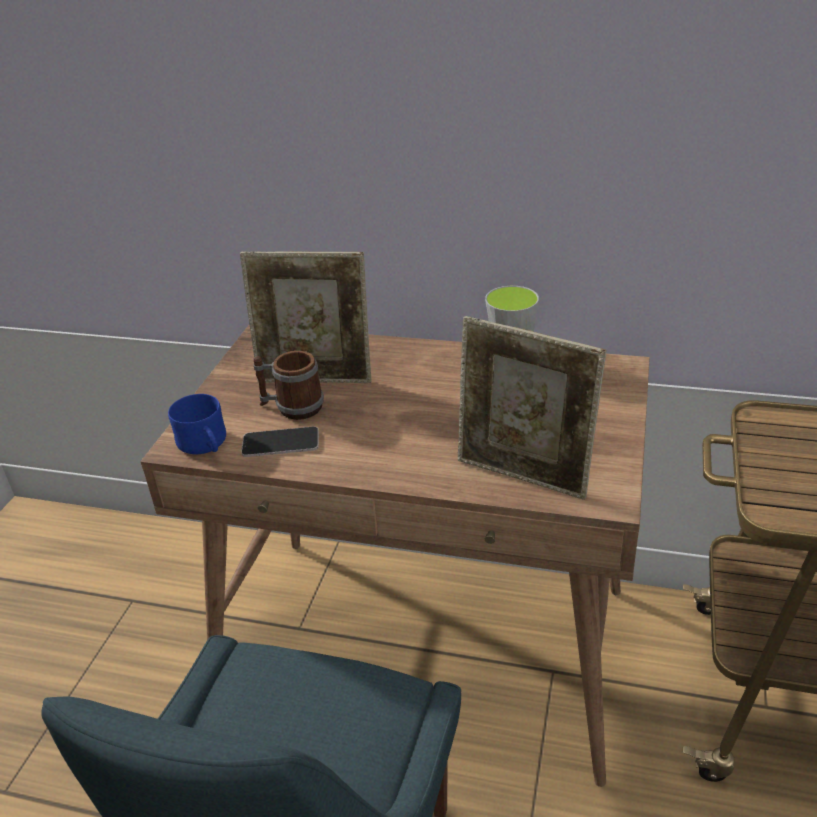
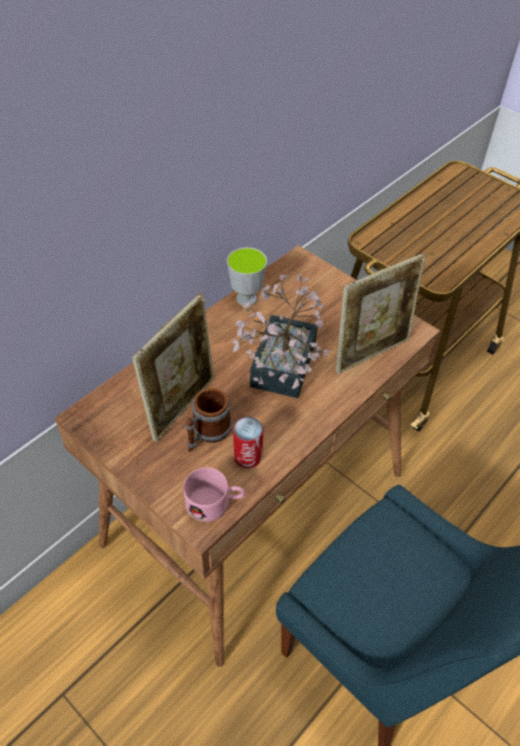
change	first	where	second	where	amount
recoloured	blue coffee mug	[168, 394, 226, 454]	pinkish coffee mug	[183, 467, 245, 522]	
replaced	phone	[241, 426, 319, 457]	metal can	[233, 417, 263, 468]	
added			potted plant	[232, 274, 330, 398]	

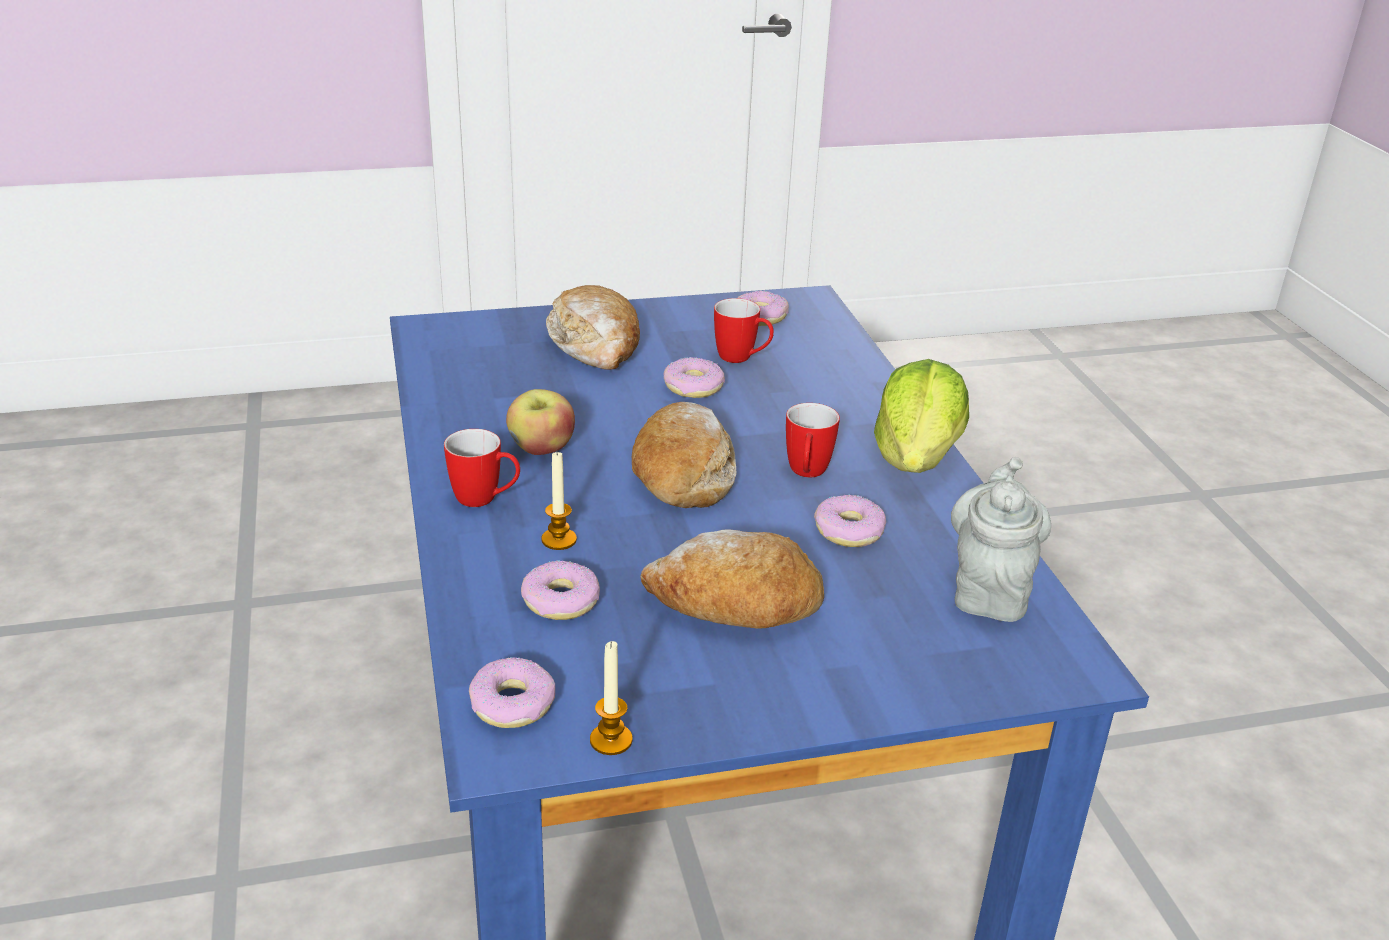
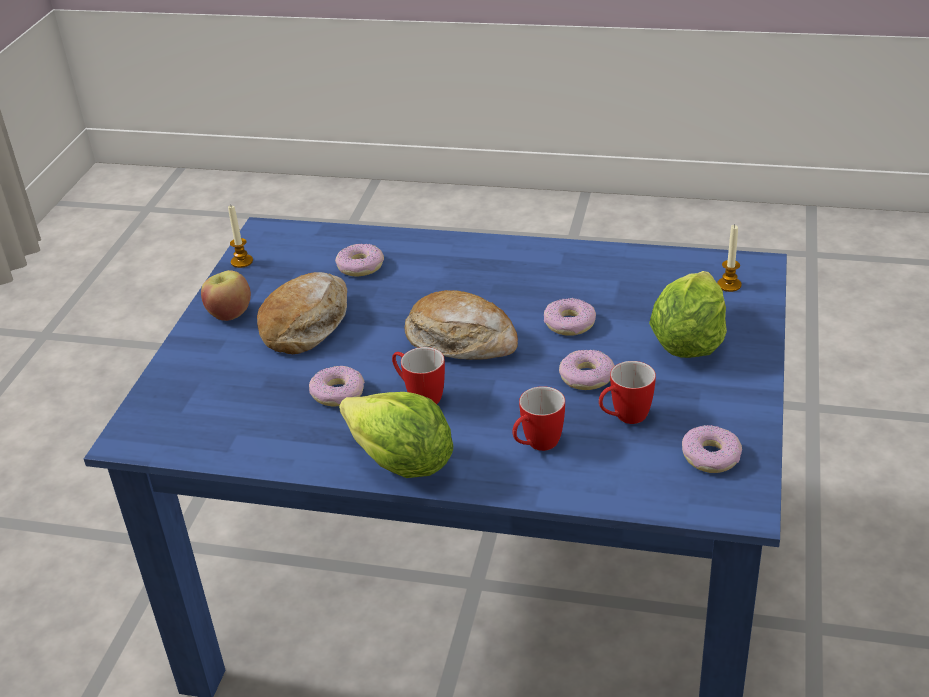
change	first	where	second	where	amount
moved	coffee mug	[444, 429, 520, 507]		[512, 386, 565, 451]	
moved	donut	[469, 657, 555, 728]		[544, 298, 596, 336]	
moved	apple	[506, 389, 575, 455]		[201, 270, 251, 321]	
moved	wax candle	[541, 452, 577, 550]		[717, 225, 742, 292]	
replaced	baked bread	[546, 285, 640, 370]	lettuce head	[649, 271, 727, 358]	
removed	grey teapot	[951, 457, 1051, 622]			

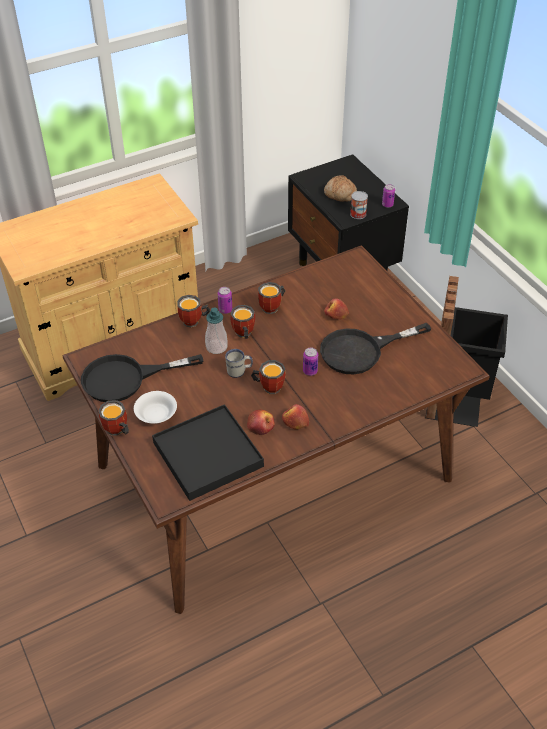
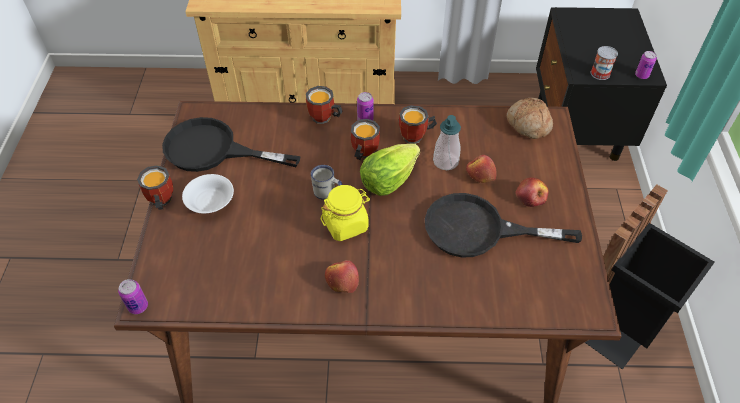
change	first	where	second	where	amount
removed	black carrying tray	[152, 404, 264, 501]			
moved	soap bottle	[205, 308, 228, 354]		[433, 115, 461, 170]	
moved	apple	[247, 410, 275, 435]		[515, 177, 549, 207]	
replaced	coffee mug	[251, 360, 286, 394]	yellow storage jar	[321, 185, 370, 241]	
moved	metal can	[303, 348, 318, 376]		[118, 279, 148, 314]	
moved	baked bread	[324, 175, 357, 202]		[507, 98, 553, 139]	
added			lettuce head	[360, 144, 420, 196]	

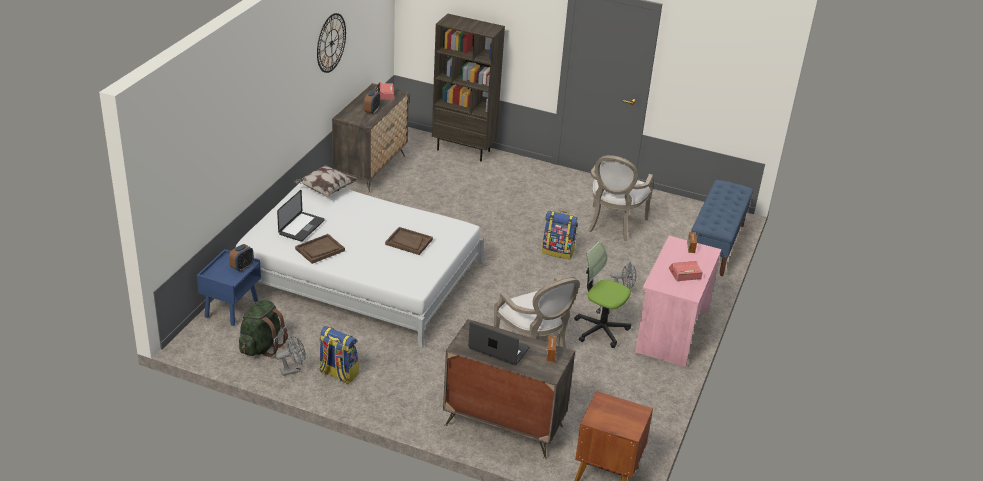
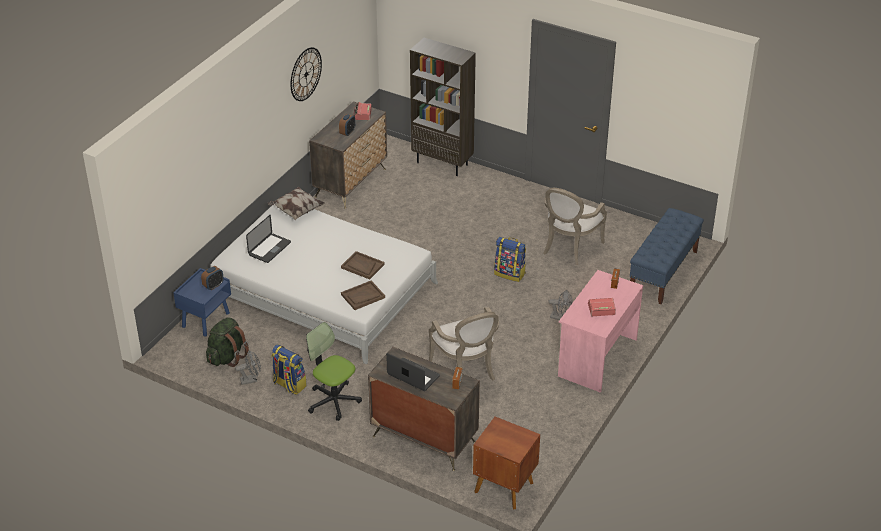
change	first	where	second	where	amount
moved	brown carrying tray	[295, 234, 345, 264]		[341, 280, 385, 310]	
moved	desk chair	[574, 242, 631, 348]		[306, 322, 362, 421]	

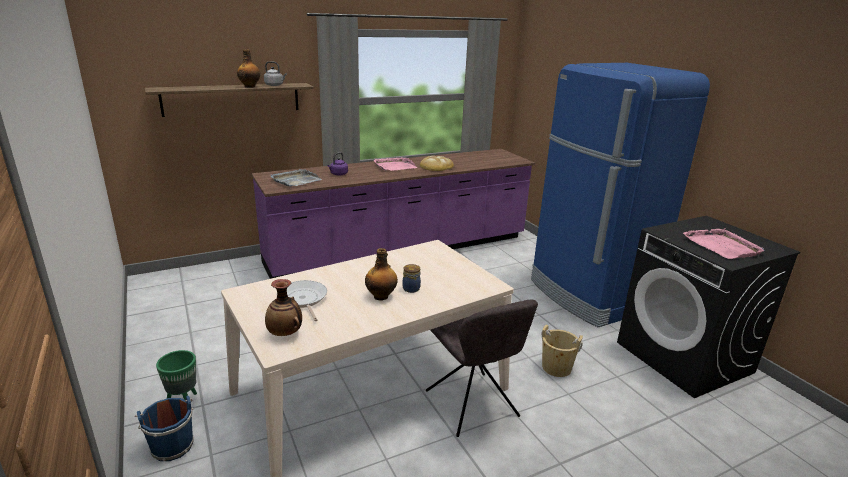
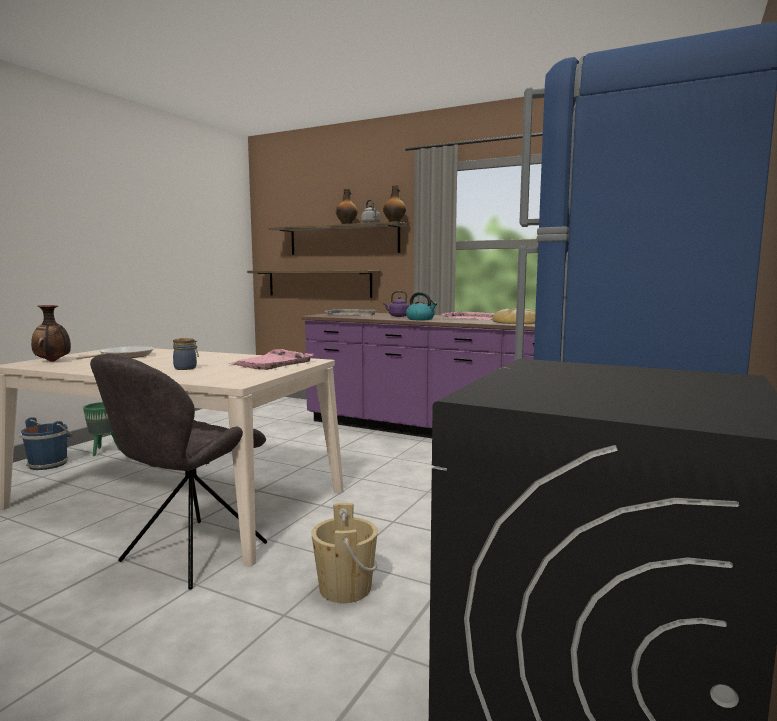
change	first	where	second	where	amount
moved	drink bottle	[365, 248, 398, 300]		[383, 185, 406, 222]	
moved	pinkish carrying tray	[683, 228, 765, 259]		[228, 349, 314, 370]	
added			shelf	[247, 271, 381, 298]	
added			tea kettle	[406, 292, 437, 320]	

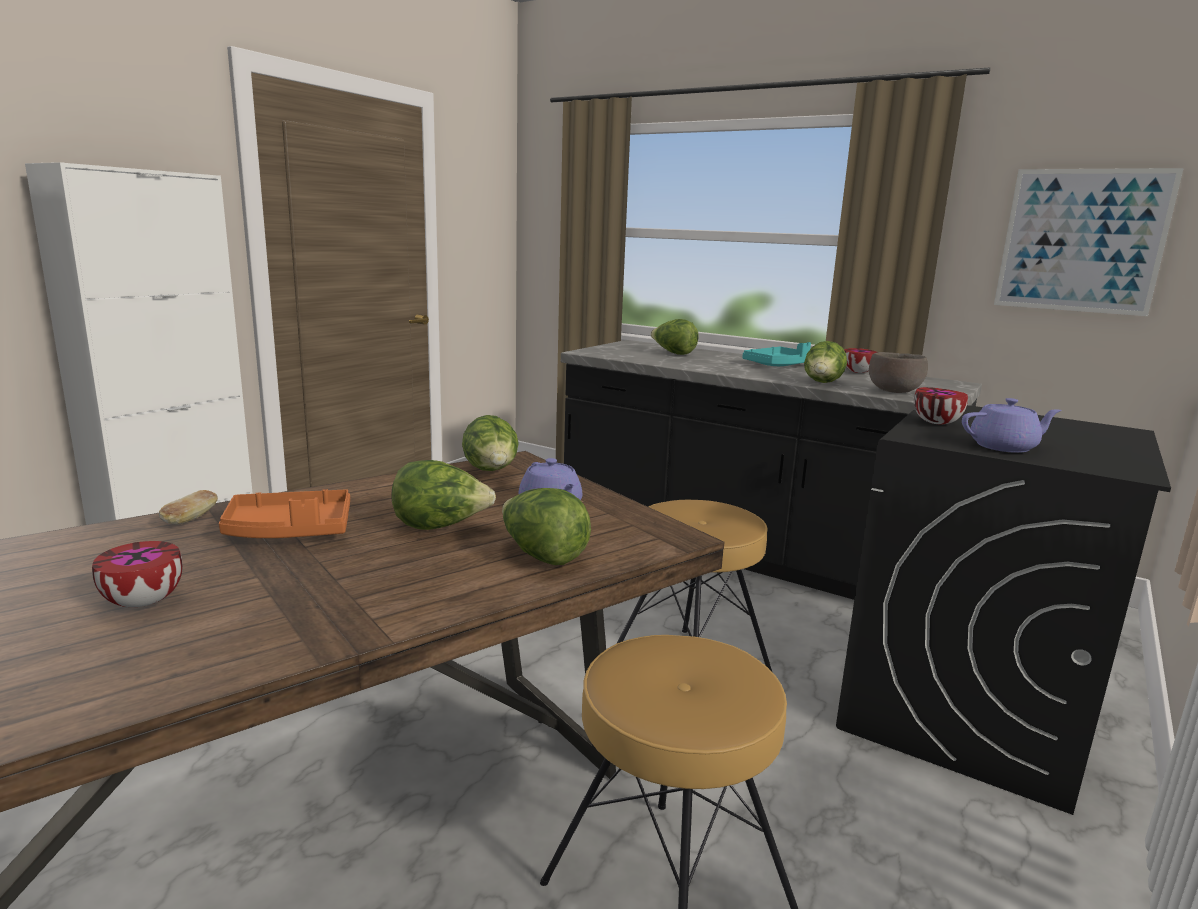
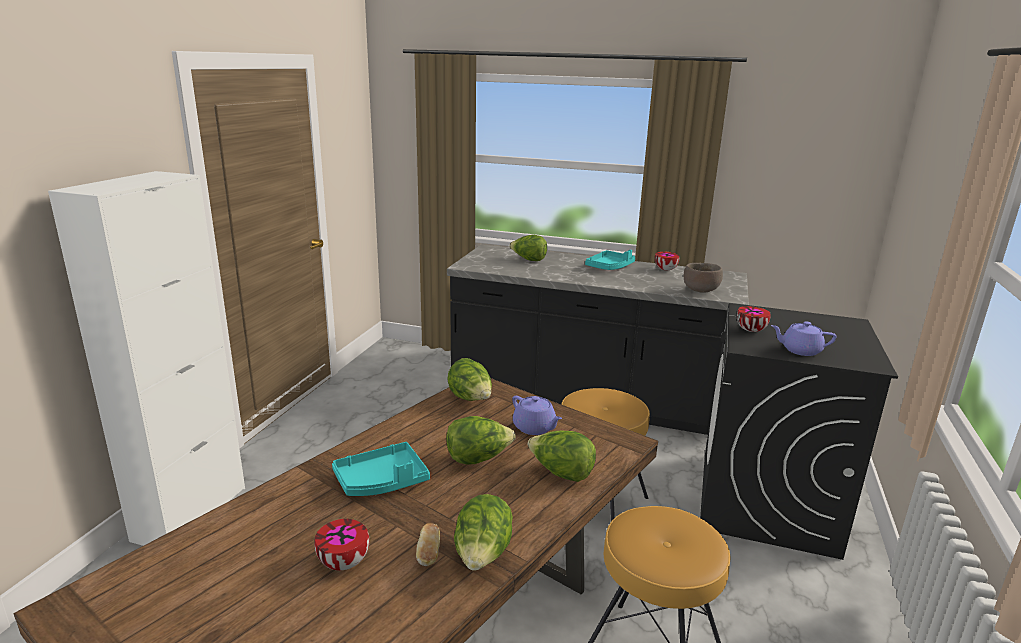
change	first	where	second	where	amount
moved	baked bread	[159, 490, 218, 525]		[416, 523, 440, 566]	
recoloured	orange-coloured carrying tray	[219, 489, 350, 538]	blue-green carrying tray	[332, 442, 430, 496]	
moved	lettuce head	[804, 341, 847, 383]		[454, 494, 513, 571]	
turned	purple-coloured teapot	[962, 398, 1061, 453]		[771, 321, 837, 356]	150 degrees counterclockwise
removed	wall picture	[994, 168, 1184, 316]			

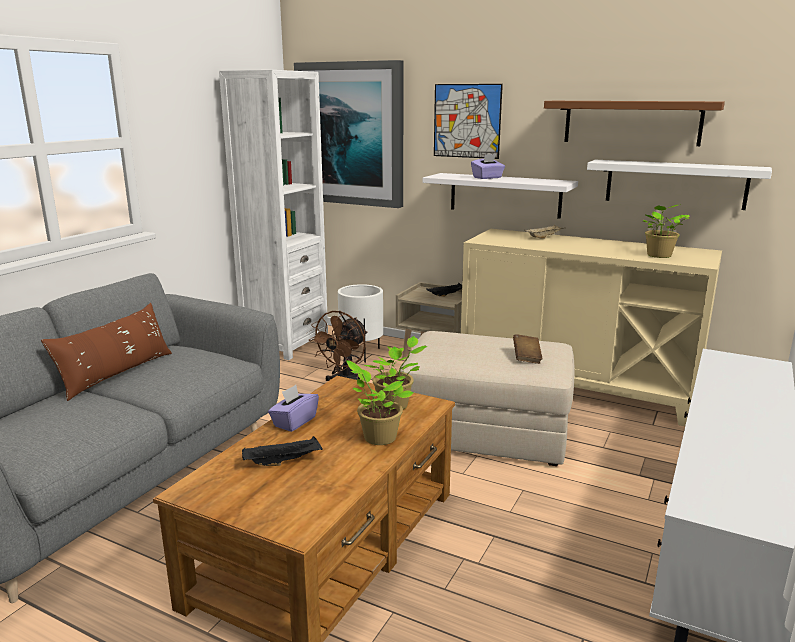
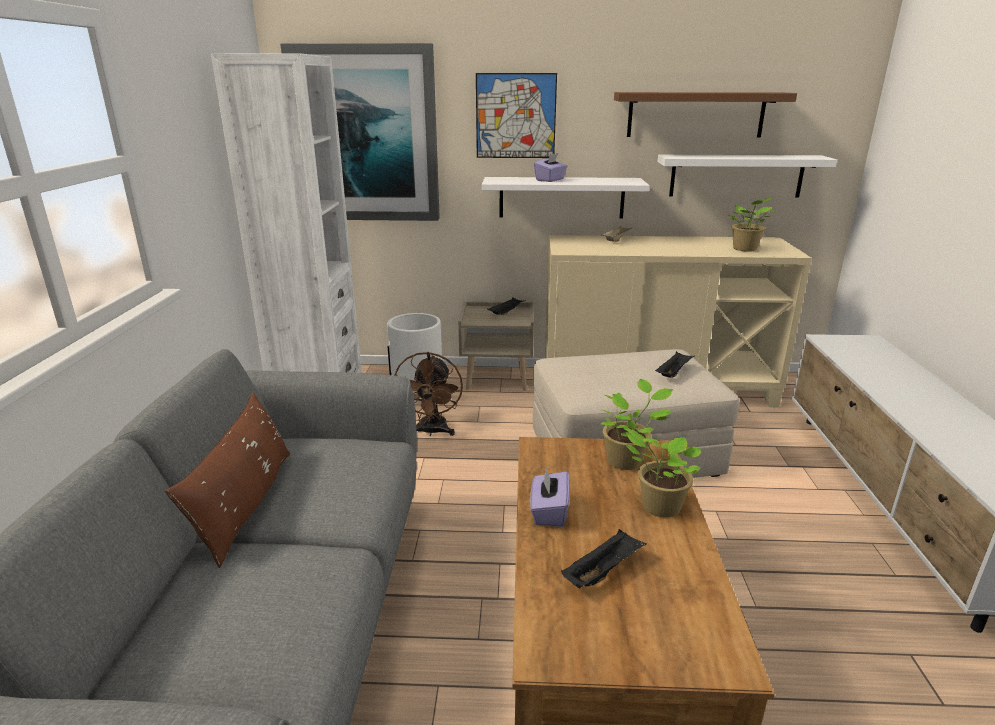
change	first	where	second	where	amount
replaced	brown bound book	[513, 334, 543, 364]	black carrying tray	[655, 351, 694, 378]	

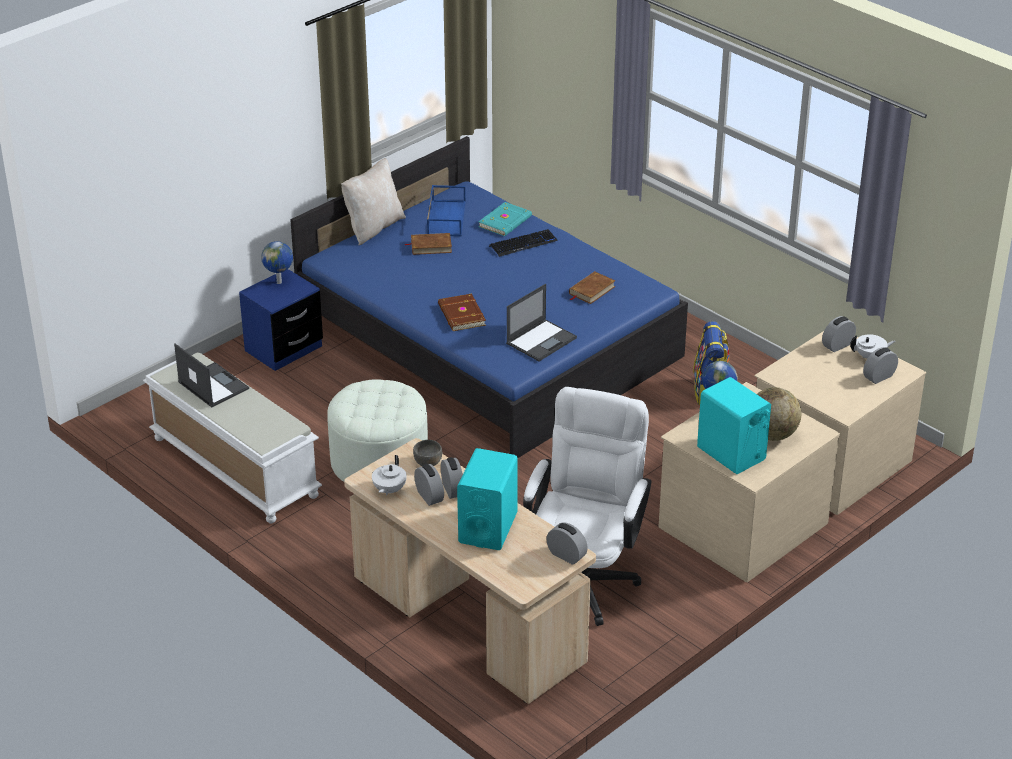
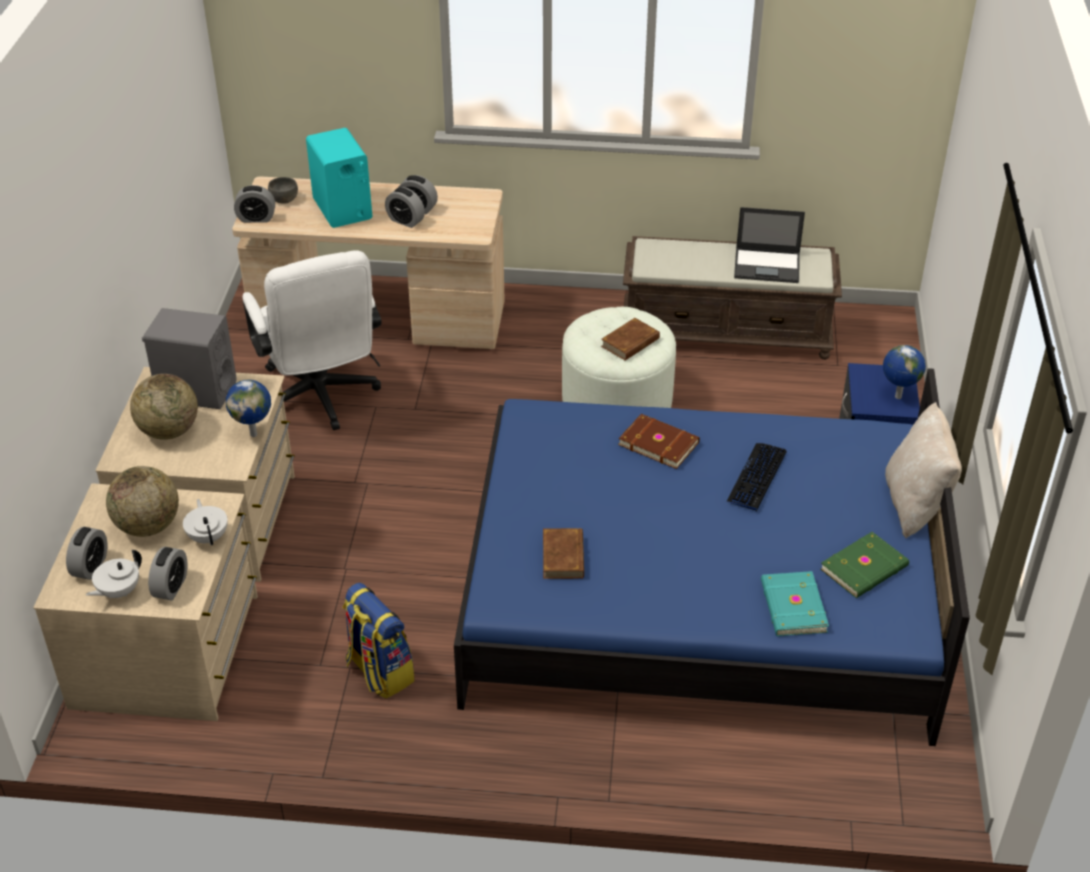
change	first	where	second	where	amount
recoloured	whitish indoor bench	[143, 352, 322, 523]	brown indoor bench	[623, 236, 842, 360]	
moved	whitish teapot	[372, 455, 407, 496]		[183, 499, 228, 545]	
moved	brown bound book	[405, 233, 452, 255]		[601, 318, 660, 361]	
moved	grey serving bowl	[413, 440, 442, 466]		[268, 177, 298, 204]	
replaced	blue carrying tray	[427, 185, 466, 236]	green-coloured bound book	[820, 532, 909, 598]	
moved	computer keyboard	[489, 229, 558, 257]		[727, 443, 787, 511]	
removed	portable computer	[506, 284, 577, 361]			
recoloured	blue-green audio speaker	[697, 377, 771, 474]	grey audio speaker	[142, 308, 237, 409]	
added			world globe	[106, 466, 179, 537]	

